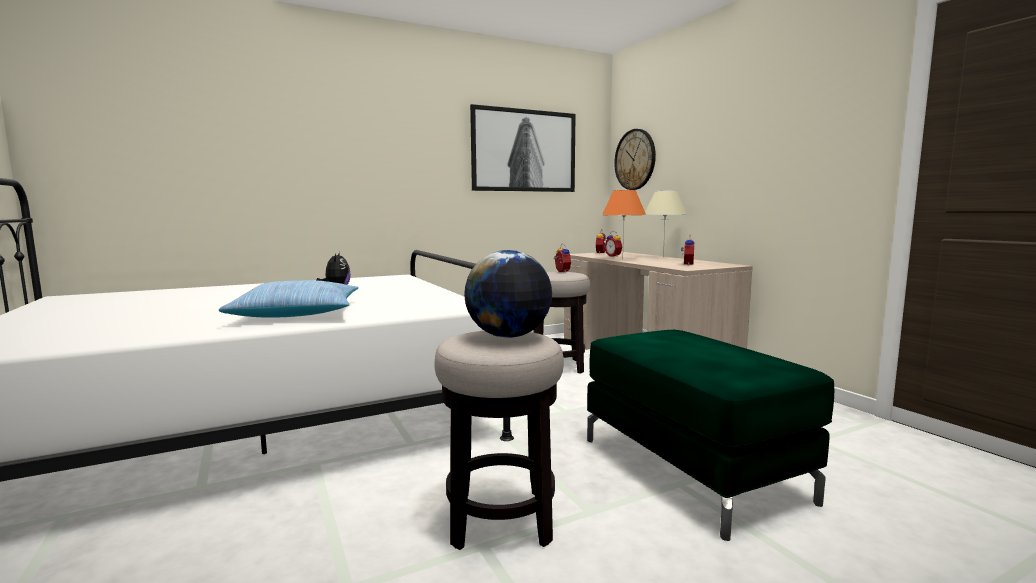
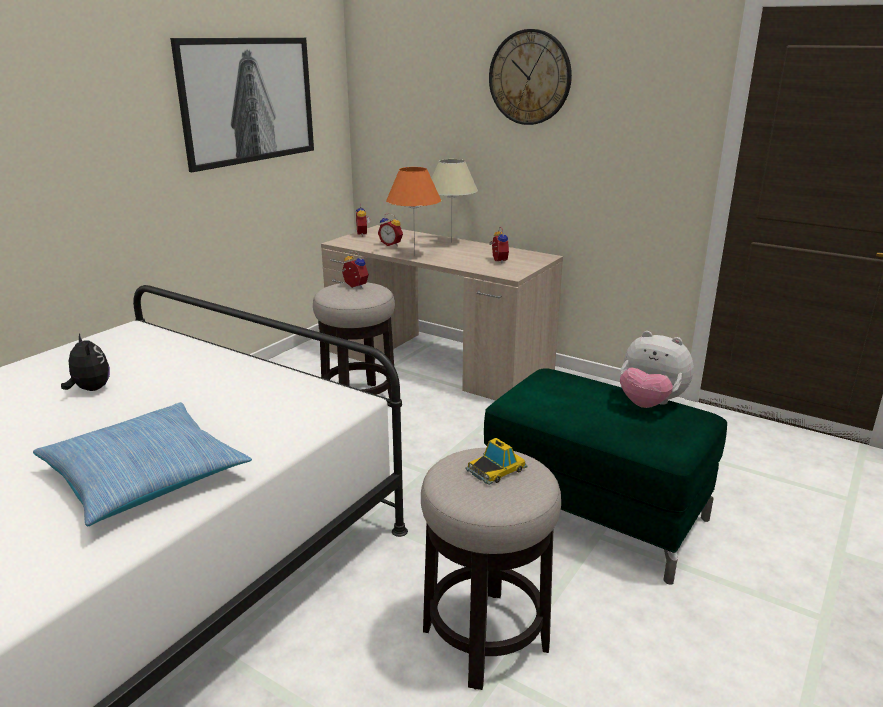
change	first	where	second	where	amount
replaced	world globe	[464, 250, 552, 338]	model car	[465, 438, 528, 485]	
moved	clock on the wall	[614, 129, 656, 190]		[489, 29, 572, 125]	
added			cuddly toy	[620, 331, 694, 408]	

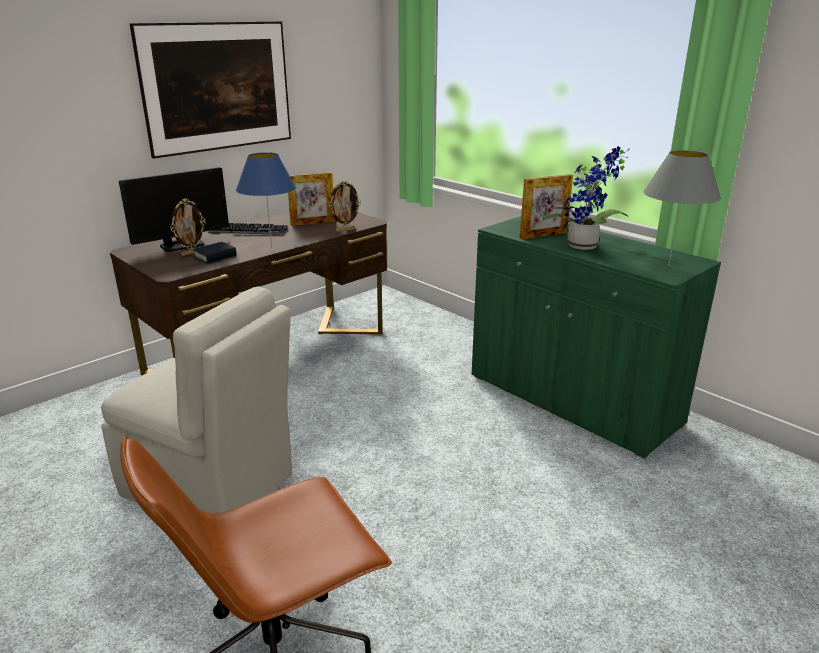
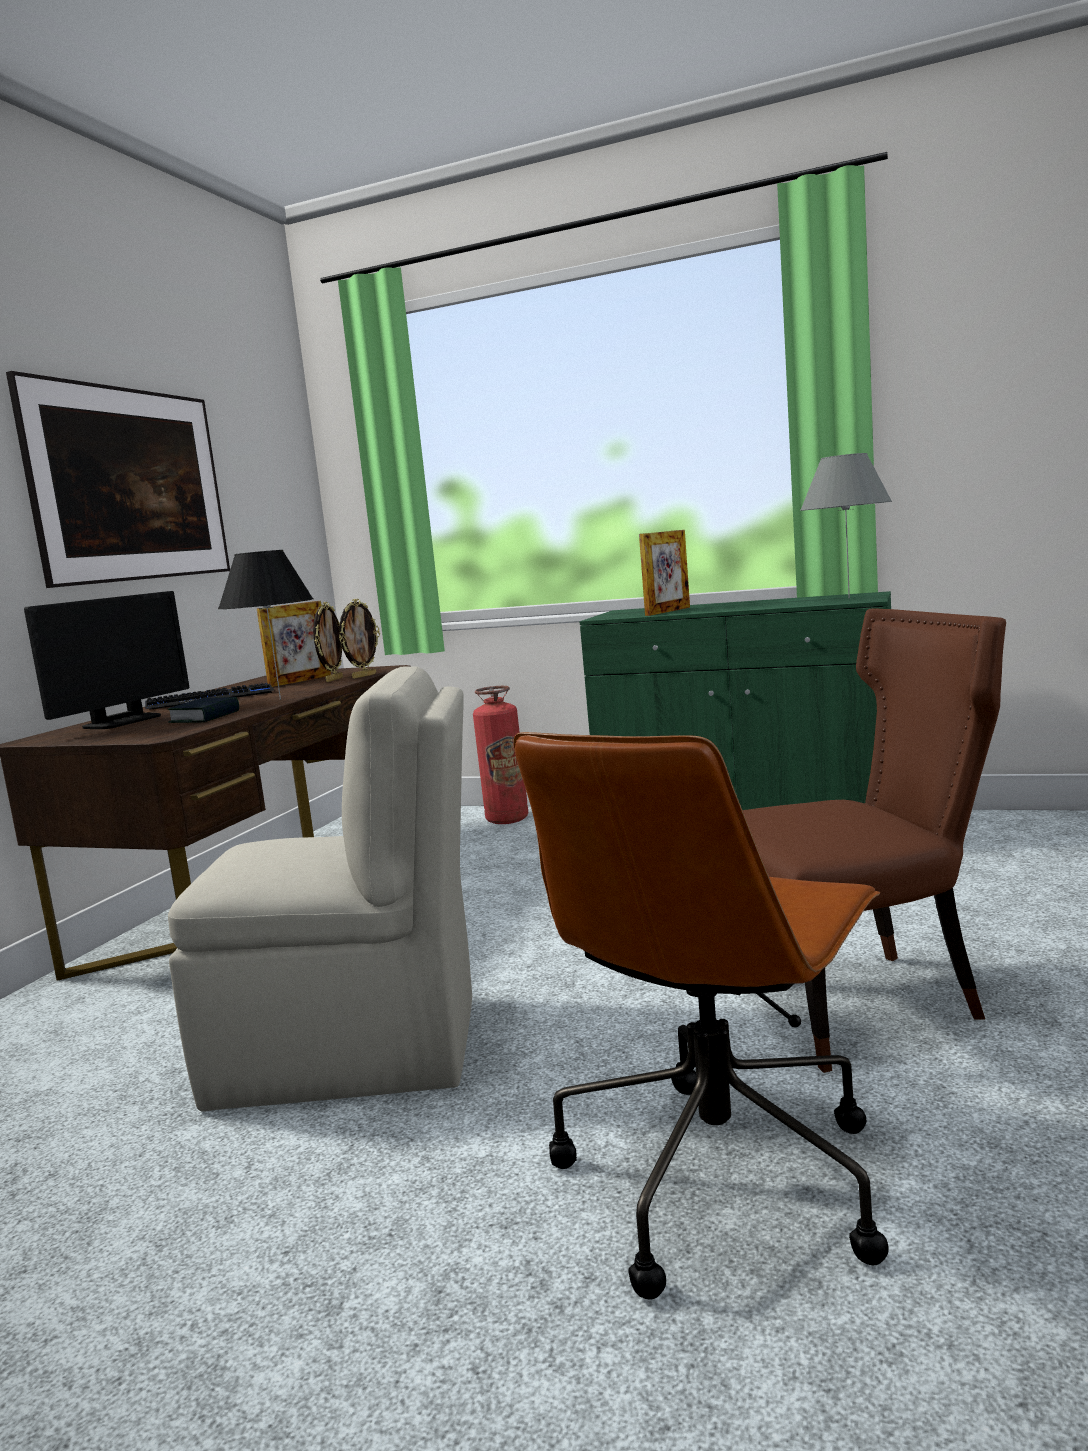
change	first	where	second	where	amount
moved	picture frame	[170, 199, 206, 256]		[313, 602, 343, 682]	
recoloured	blue tabletop lamp	[236, 152, 296, 247]	black tabletop lamp	[218, 550, 313, 700]	
removed	potted plant	[543, 146, 630, 250]			
added			fire-fighting cylinder	[473, 686, 528, 824]	
added			brown chair	[743, 608, 1006, 1073]	

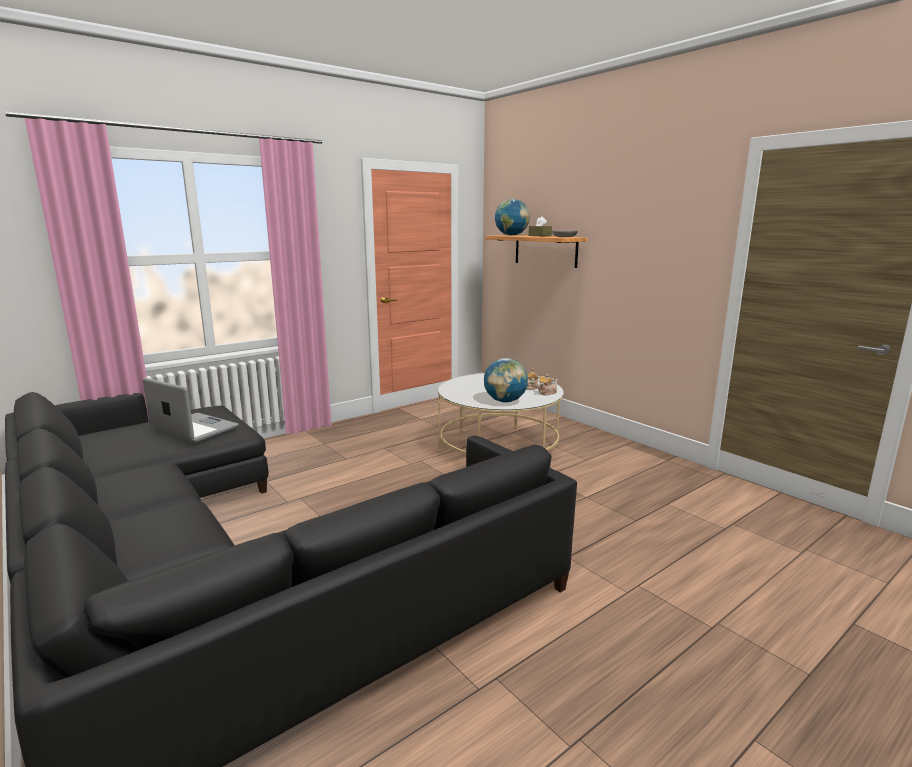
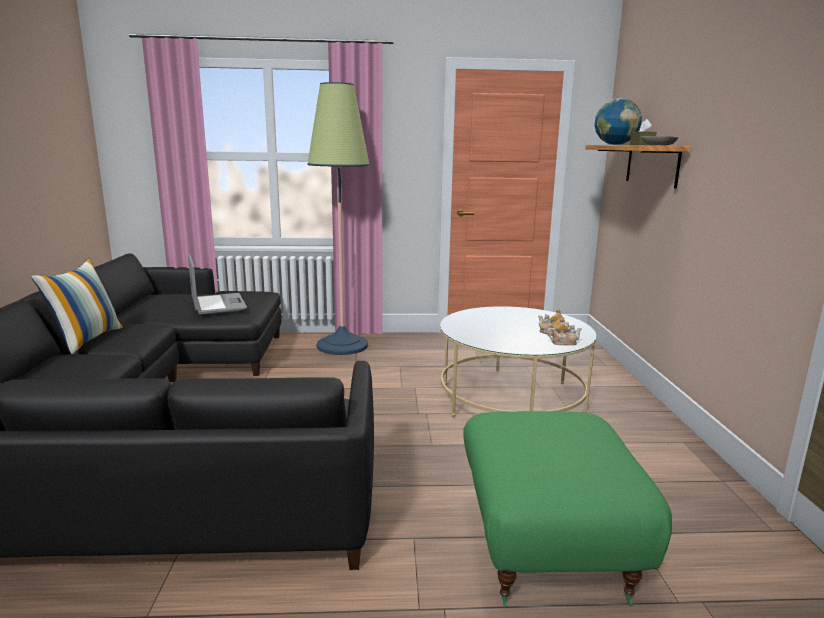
change	first	where	second	where	amount
removed	world globe	[484, 358, 528, 403]			
added			cushion	[31, 259, 123, 354]	
added			floor lamp	[307, 82, 370, 355]	
added			green-coloured pouffe	[463, 411, 672, 608]	

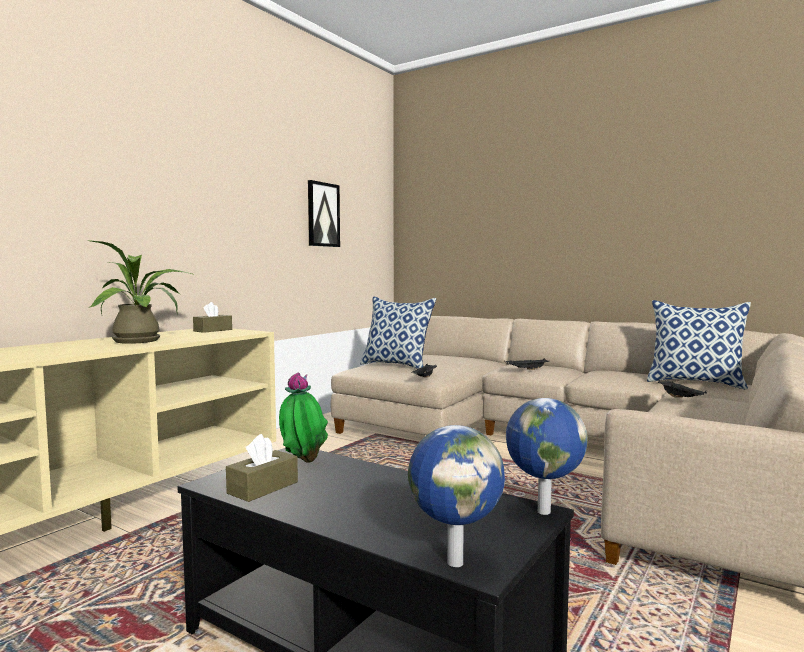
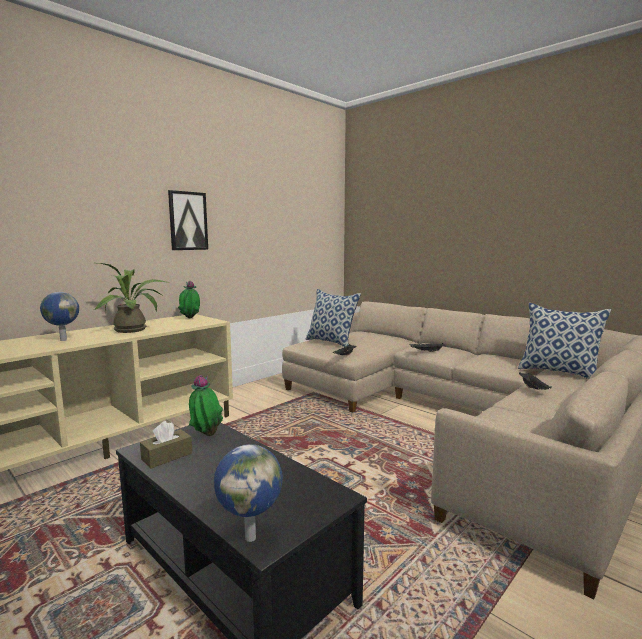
change	first	where	second	where	amount
replaced	brown box of tissues	[193, 302, 232, 333]	potted plant	[178, 280, 200, 318]	
moved	wall picture	[308, 180, 340, 247]		[168, 190, 208, 250]	
moved	world globe	[506, 398, 588, 515]		[40, 292, 79, 341]	

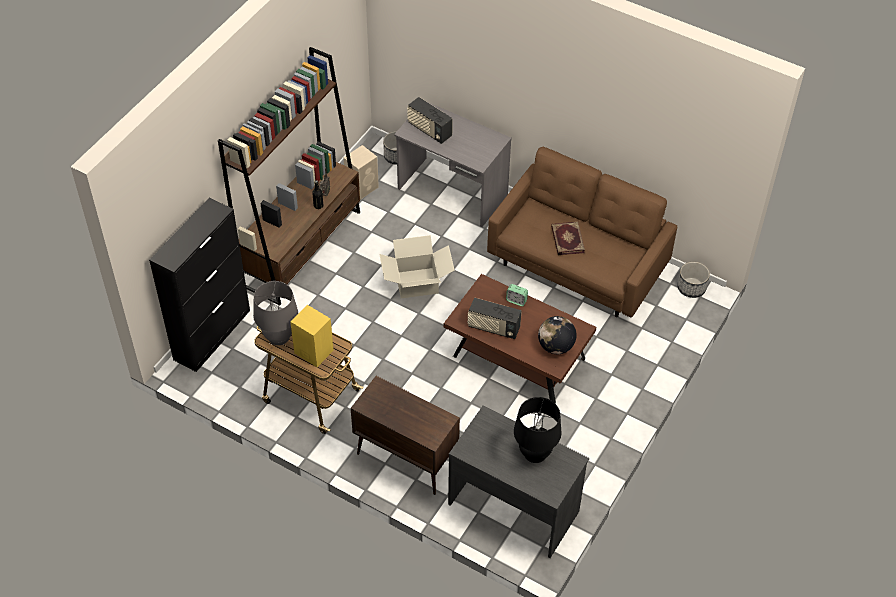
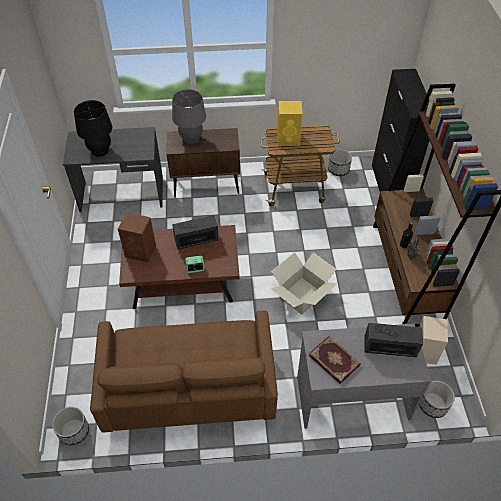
change	first	where	second	where	amount
moved	grey tabletop lamp	[253, 281, 298, 345]		[172, 89, 206, 144]	
replaced	world globe	[538, 316, 577, 354]	brown audio speaker	[118, 212, 156, 262]	
moved	bound book	[551, 222, 585, 255]		[309, 336, 361, 384]	
added			flower pot	[328, 149, 352, 176]	

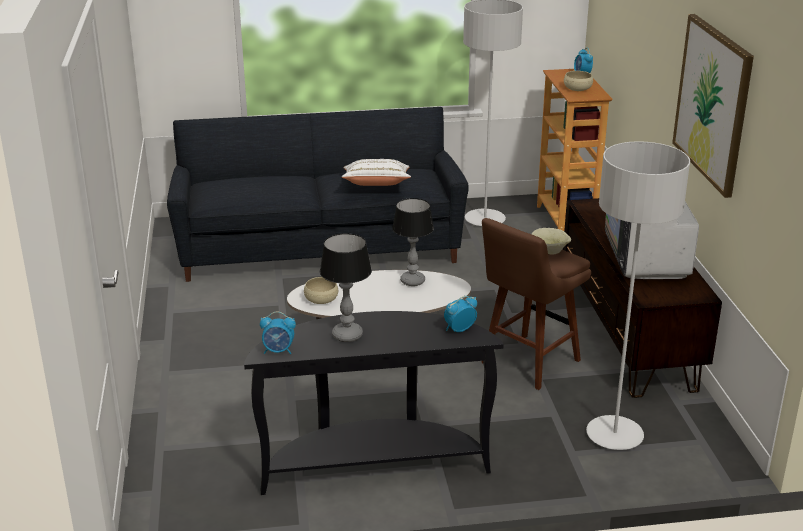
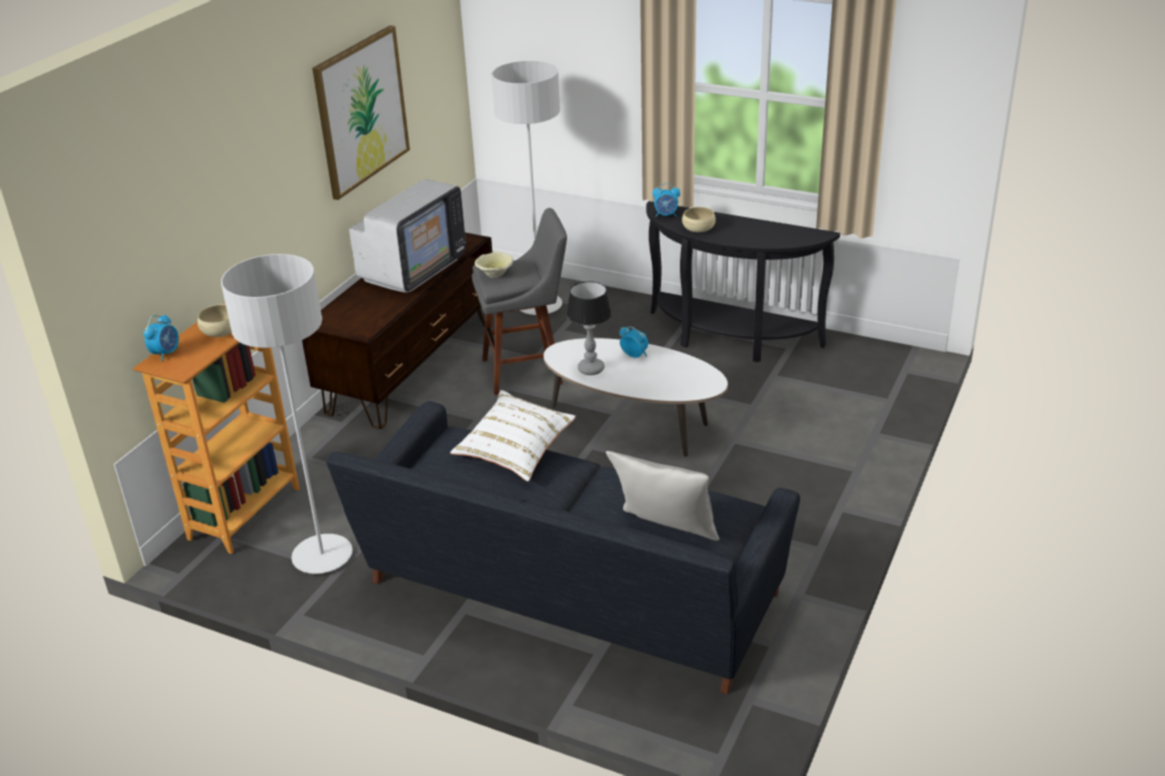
change	first	where	second	where	amount
moved	bedside clock	[260, 311, 296, 354]		[619, 327, 648, 358]	
moved	beige-coloured serving bowl	[304, 277, 338, 304]		[682, 207, 716, 232]	
removed	tabletop lamp	[320, 233, 372, 342]			
recoloured	brown sitting stool	[481, 218, 591, 390]	grey sitting stool	[472, 208, 567, 395]	
added			grey cushion	[606, 451, 719, 541]	

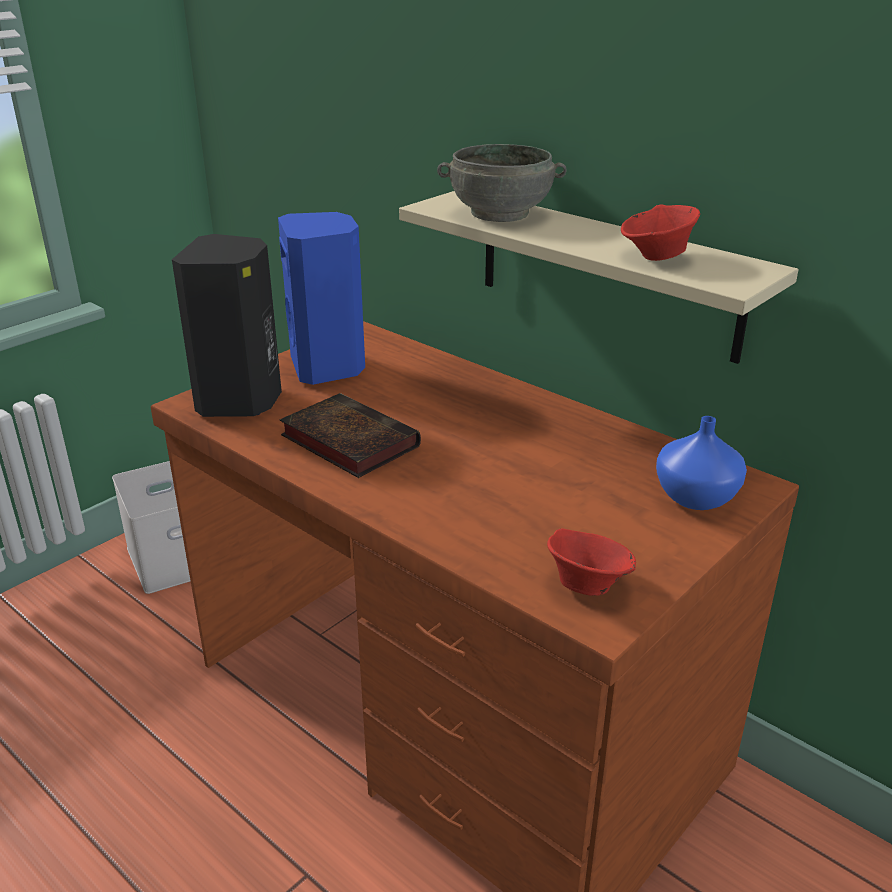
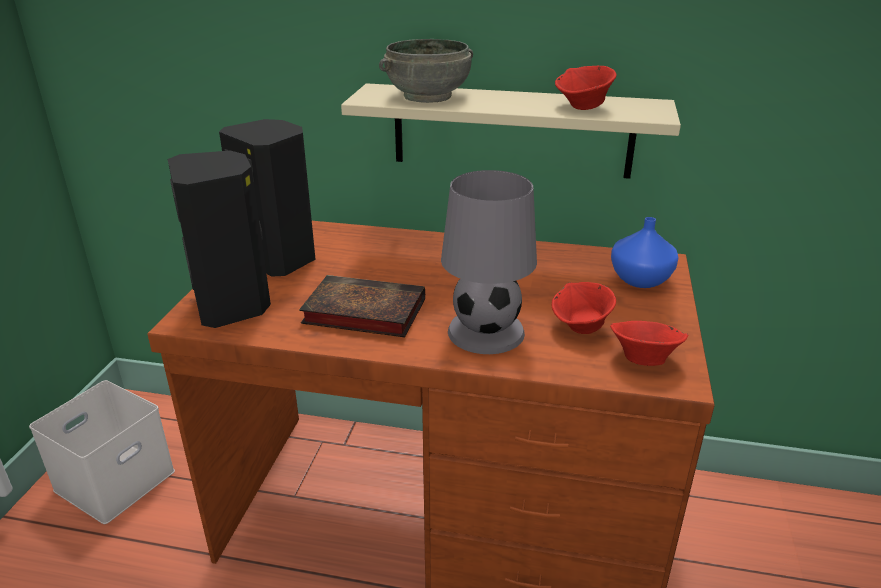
change	first	where	second	where	amount
recoloured	blue audio speaker	[278, 212, 365, 385]	black audio speaker	[219, 119, 316, 277]	
added			grey tabletop lamp	[441, 170, 537, 354]	
added			red serving bowl	[552, 282, 616, 334]	

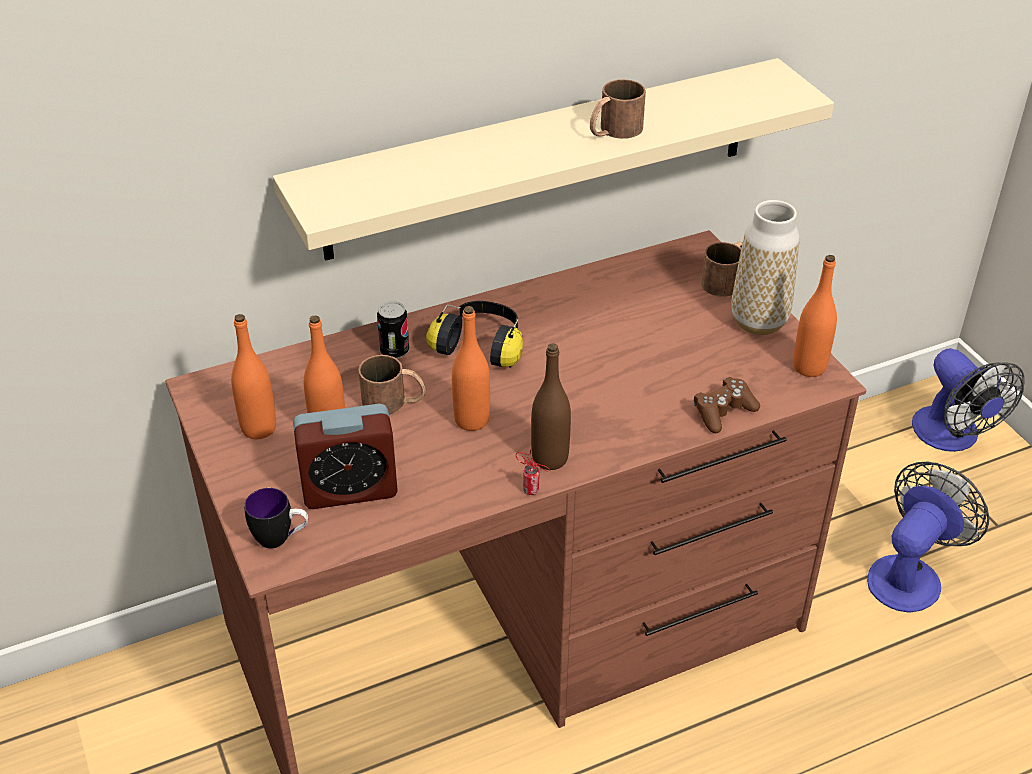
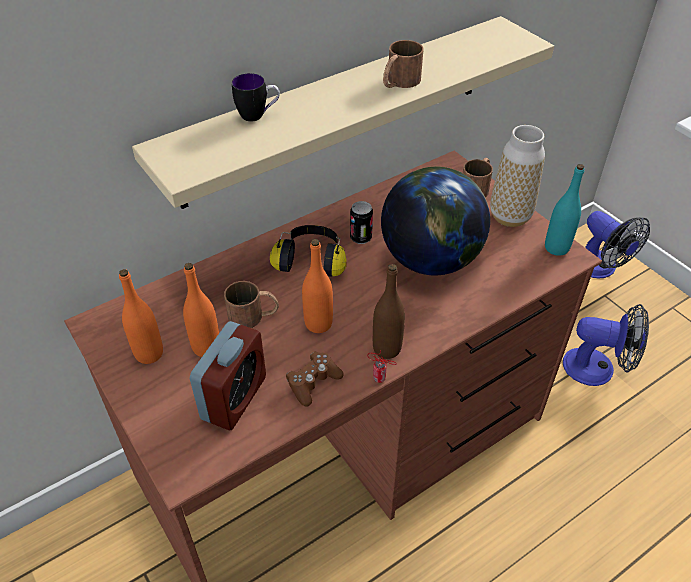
change	first	where	second	where	amount
moved	coffee mug	[244, 488, 308, 549]		[232, 73, 280, 122]	
turned	bedside clock	[293, 404, 398, 509]		[190, 321, 266, 430]	45 degrees counterclockwise
moved	metal can	[377, 301, 409, 359]		[350, 201, 373, 244]	
moved	brown game controller	[694, 377, 760, 433]		[286, 351, 343, 406]	
recoloured	orange-coloured drink bottle	[793, 255, 837, 377]	blue-green drink bottle	[545, 164, 584, 256]	
turned	cooling fan	[867, 462, 989, 613]		[563, 304, 649, 386]	75 degrees clockwise
added			world globe	[381, 167, 490, 276]	

